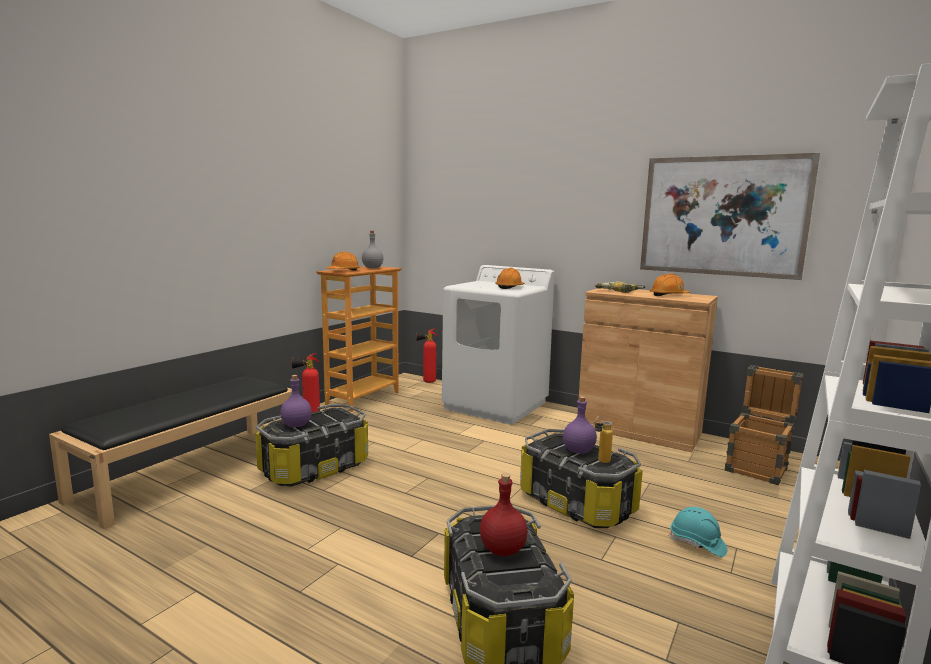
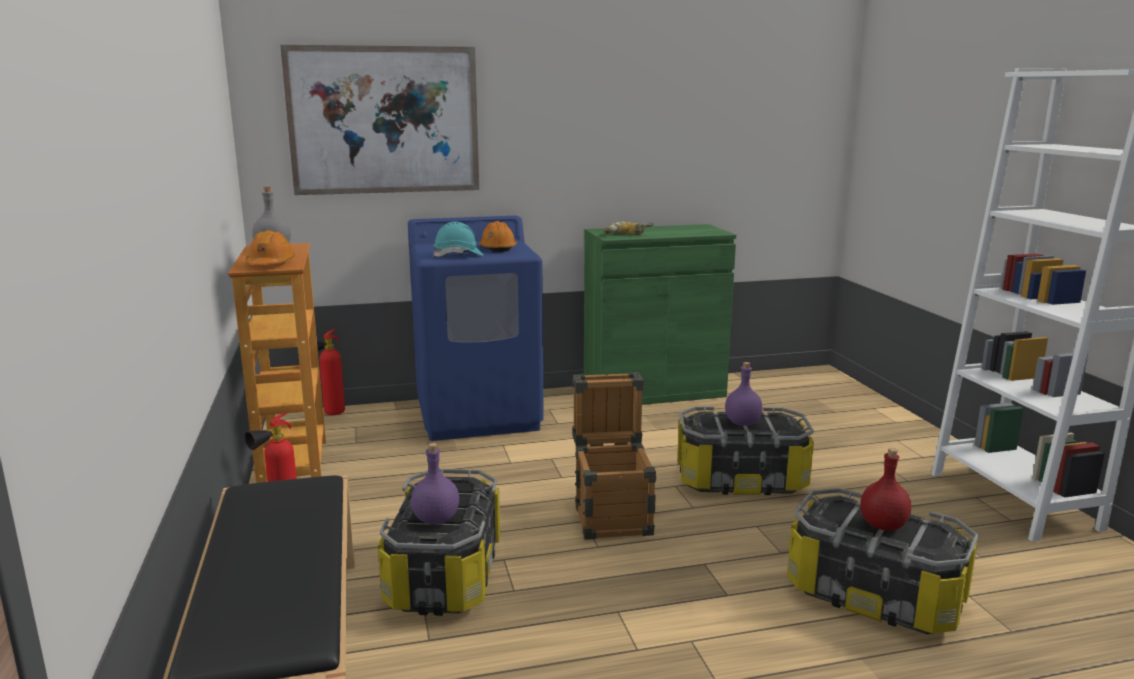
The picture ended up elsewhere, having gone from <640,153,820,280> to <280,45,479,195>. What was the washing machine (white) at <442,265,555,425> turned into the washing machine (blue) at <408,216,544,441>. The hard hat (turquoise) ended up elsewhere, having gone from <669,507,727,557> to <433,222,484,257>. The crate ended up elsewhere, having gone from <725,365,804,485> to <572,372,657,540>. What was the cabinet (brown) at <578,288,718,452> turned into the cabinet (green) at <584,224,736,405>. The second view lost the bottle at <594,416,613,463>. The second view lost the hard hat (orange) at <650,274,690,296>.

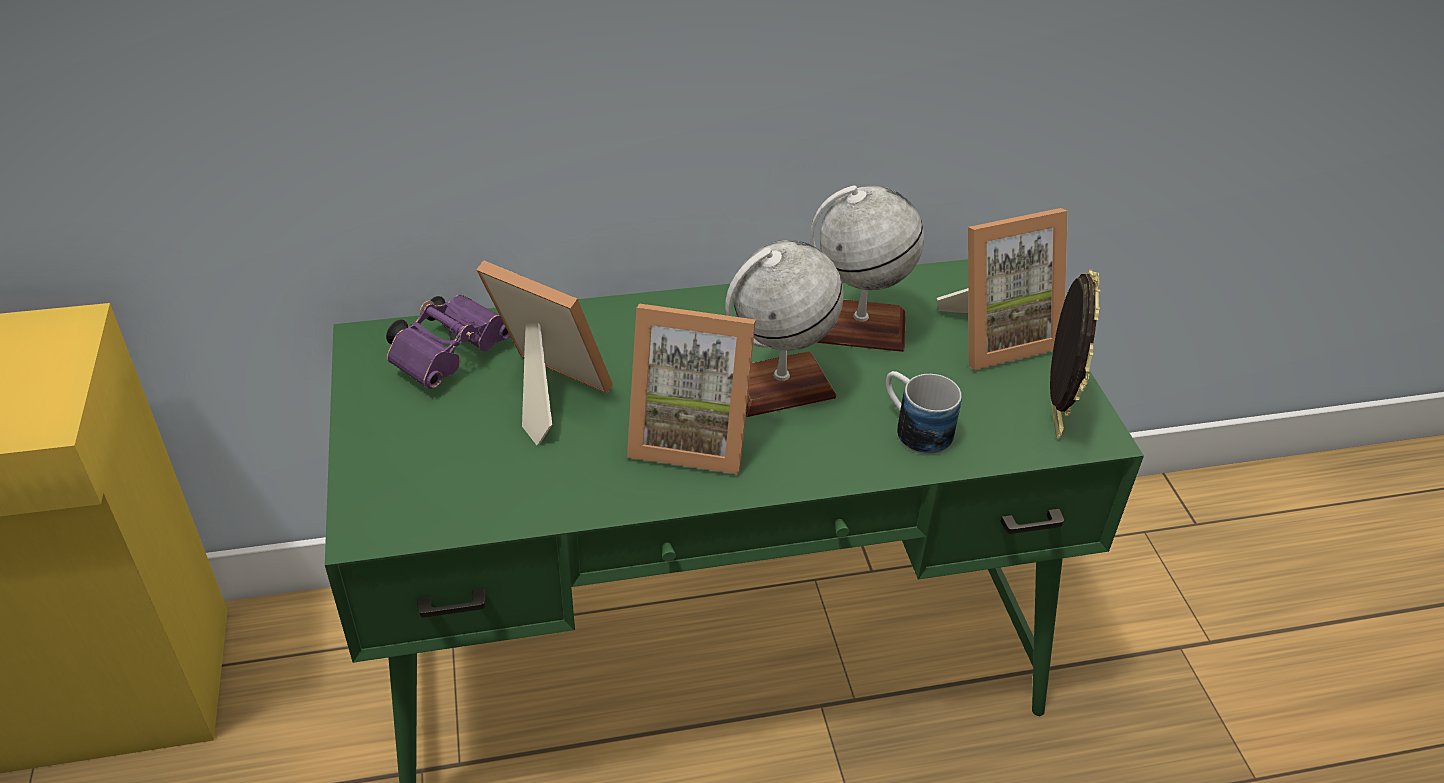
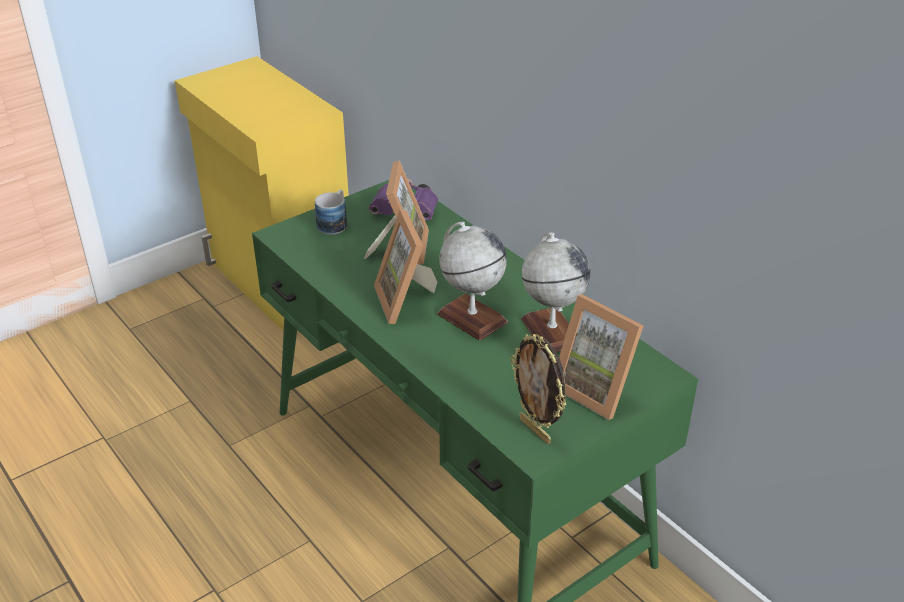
The mug ended up elsewhere, having gone from <886,371,962,454> to <315,189,347,235>. The picture frame at <1050,269,1100,439> ended up facing another way, 75 degrees clockwise from before.

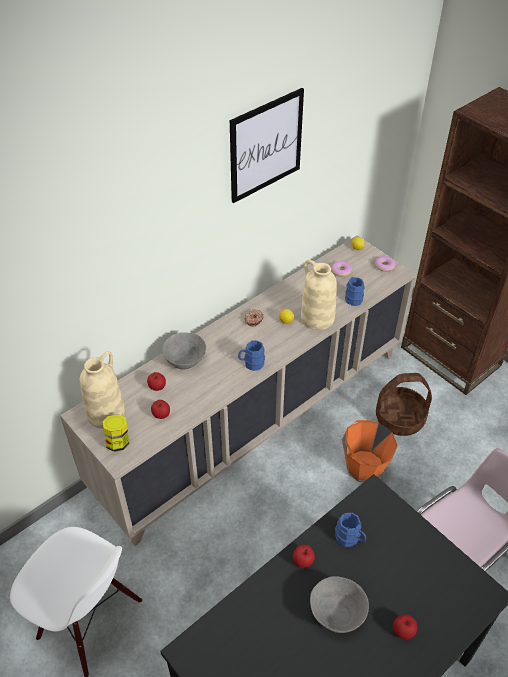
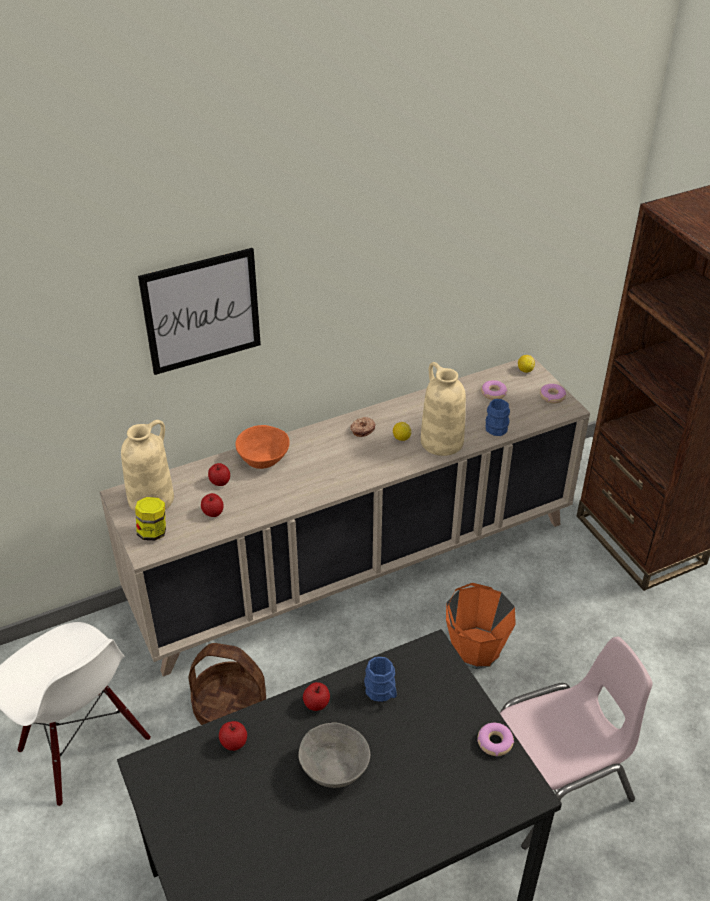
The picture ended up elsewhere, having gone from <230,88,304,203> to <138,248,261,375>. The basket ended up elsewhere, having gone from <376,373,432,436> to <188,643,266,725>. The apple ended up elsewhere, having gone from <393,614,417,640> to <219,721,247,751>. What was the bowl (grey) at <162,332,206,369> turned into the bowl (orange) at <235,425,290,469>. The second view gained the donut at <477,723,514,756>. The second view lost the mug (blue) at <238,340,265,371>.

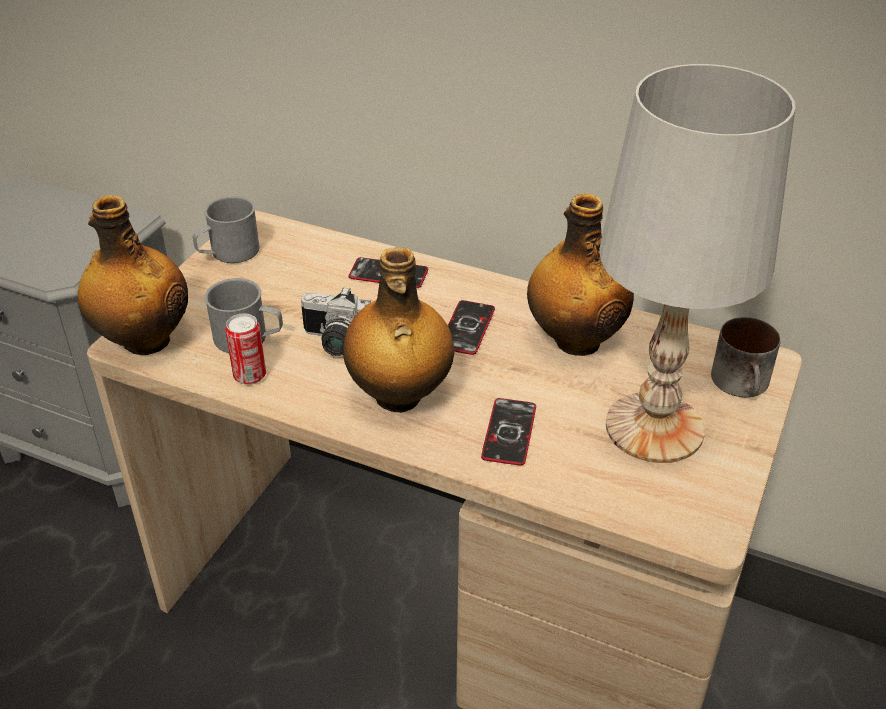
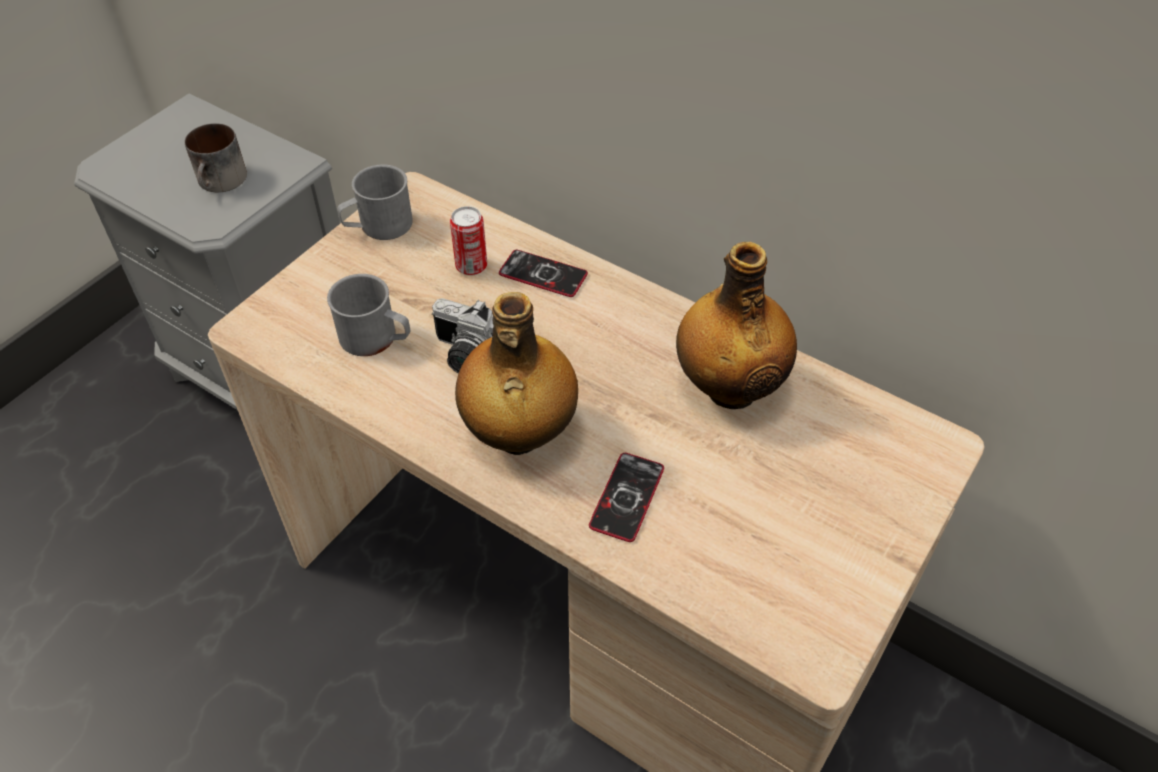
The mug ended up elsewhere, having gone from <711,317,781,397> to <185,123,247,192>. The can ended up elsewhere, having gone from <225,314,266,385> to <450,206,487,276>. The second view lost the bottle at <78,195,188,355>. The second view lost the phone at <448,300,495,355>. The second view lost the table lamp (white) at <599,64,795,463>.

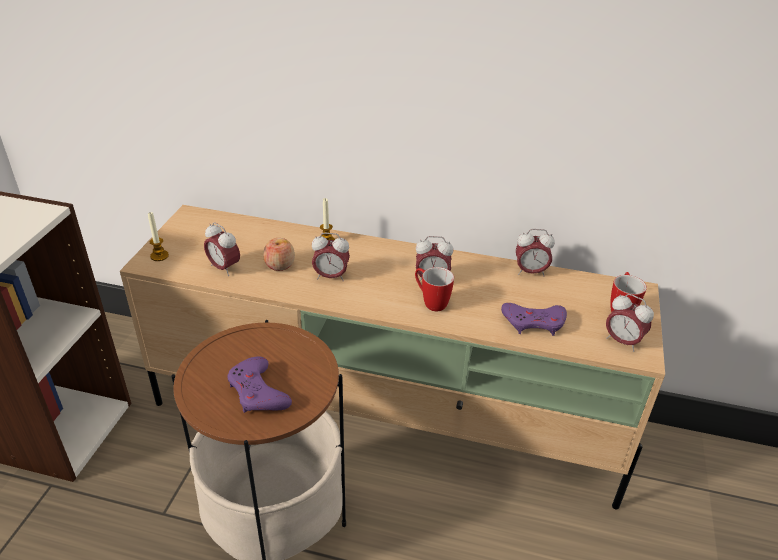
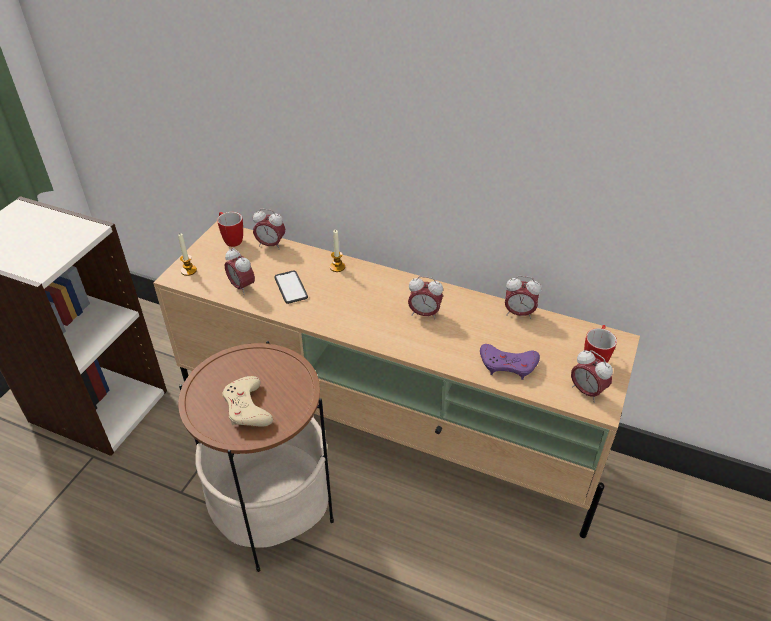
The mug ended up elsewhere, having gone from <415,267,454,311> to <217,212,243,247>. What was the game controller (purple) at <227,356,292,413> turned into the game controller (beige) at <223,376,273,427>. The alarm clock ended up elsewhere, having gone from <312,233,350,282> to <253,208,285,250>. Where the apple stood at <263,238,295,271>, the phone came to stand at <274,270,308,304>.

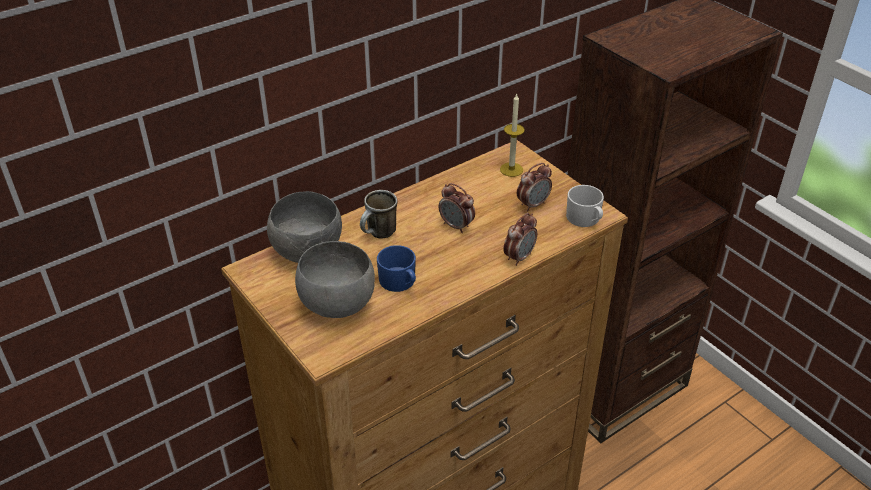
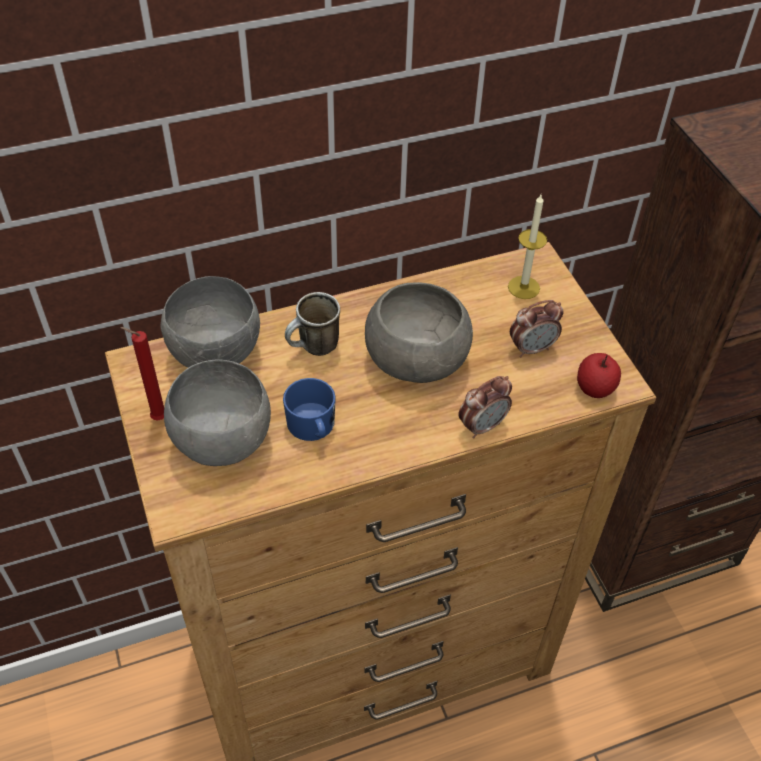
The second view gained the candle (red) at <120,327,164,421>. Where the alarm clock stood at <439,183,475,233>, the bowl (grey) came to stand at <365,282,473,383>. Where the mug (white) stood at <566,185,604,227>, the apple came to stand at <577,353,621,398>.

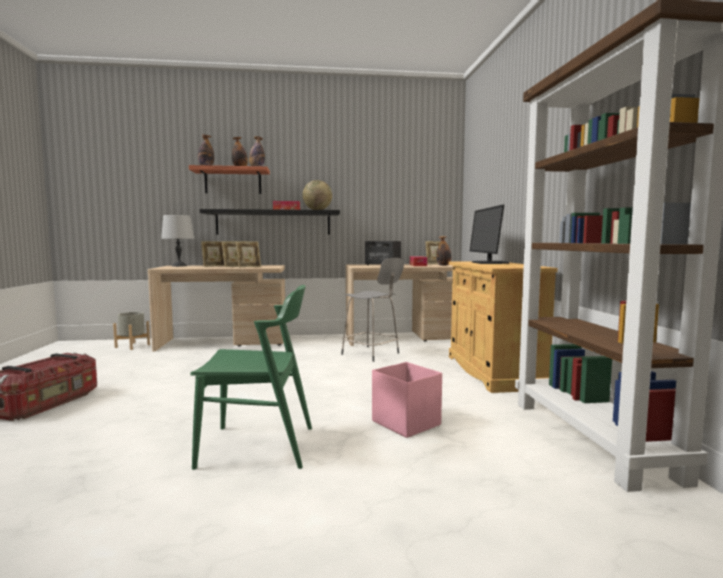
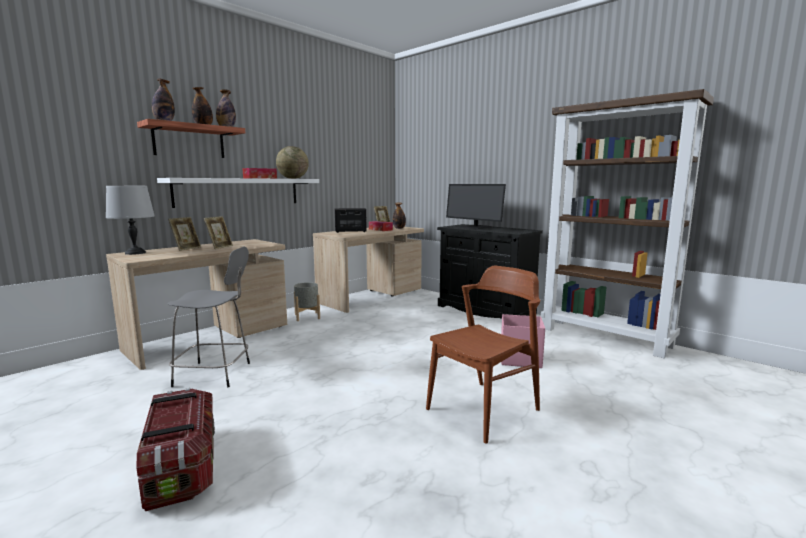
What was the shelf (black) at <200,209,340,235> turned into the shelf (white) at <157,178,319,208>. The stool (grey) ended up elsewhere, having gone from <341,258,404,362> to <168,246,250,387>. The planter (grey) ended up elsewhere, having gone from <113,312,150,350> to <294,282,320,321>. What was the chair (green) at <191,285,312,470> turned into the chair (brown) at <426,266,540,444>. What was the cabinet (beige) at <449,261,558,393> turned into the cabinet (black) at <437,224,543,319>. The second view lost the picture frame at <236,241,261,268>.

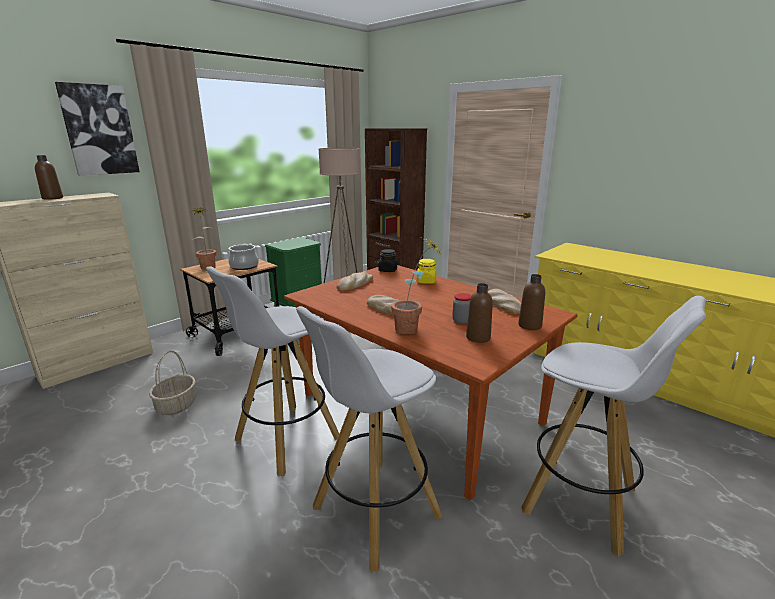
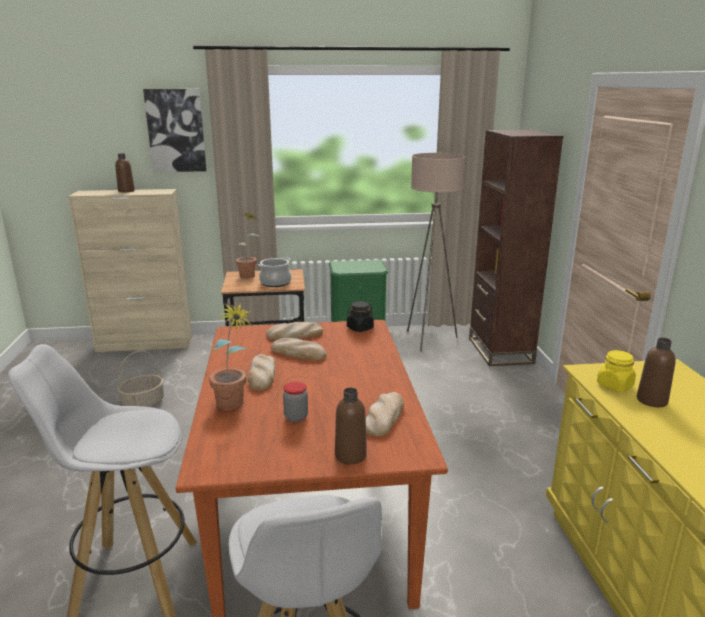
The second view gained the bread at <271,338,327,361>. The jar (yellow) ended up elsewhere, having gone from <417,259,436,284> to <597,350,636,392>. The bottle (brown) ended up elsewhere, having gone from <466,283,493,343> to <637,338,676,407>. The second view lost the stool (white) at <206,266,339,477>.

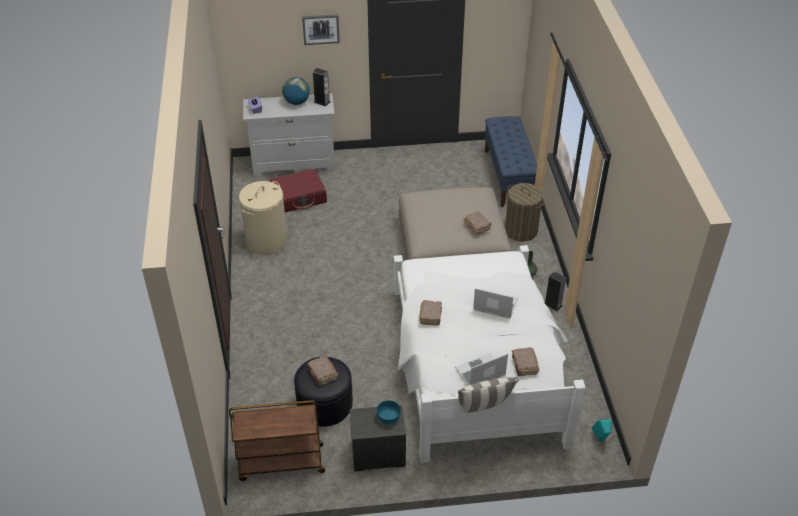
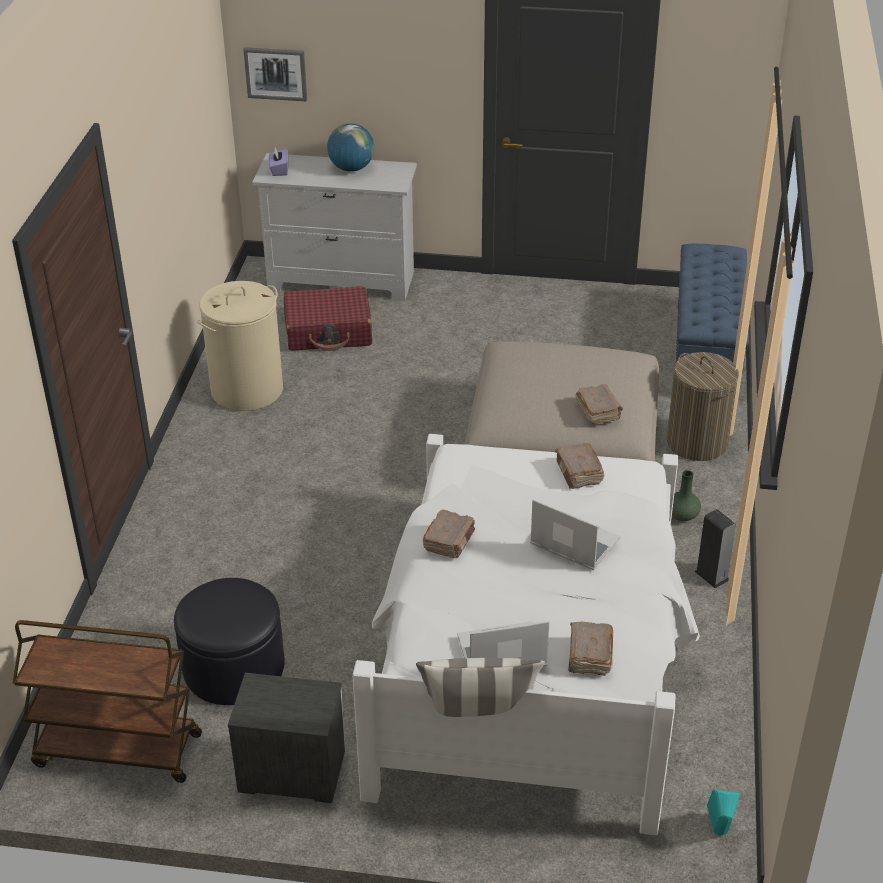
The picture ended up elsewhere, having gone from <302,14,340,45> to <243,47,307,101>. The book (brown) ended up elsewhere, having gone from <307,355,338,386> to <555,443,604,489>. The second view lost the speaker at <313,68,331,107>. The second view lost the bowl (turquoise) at <376,400,401,424>.

